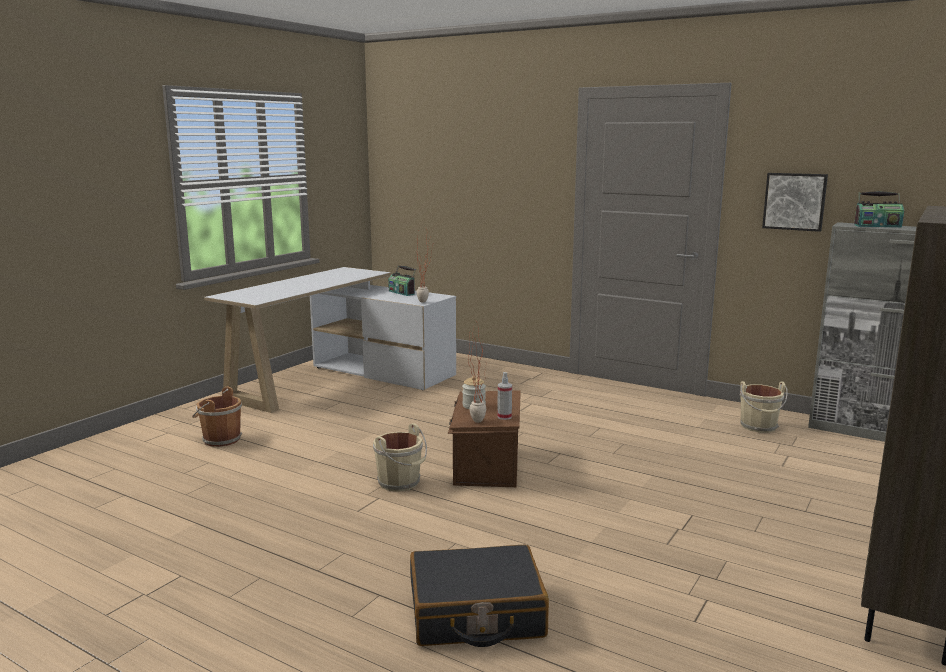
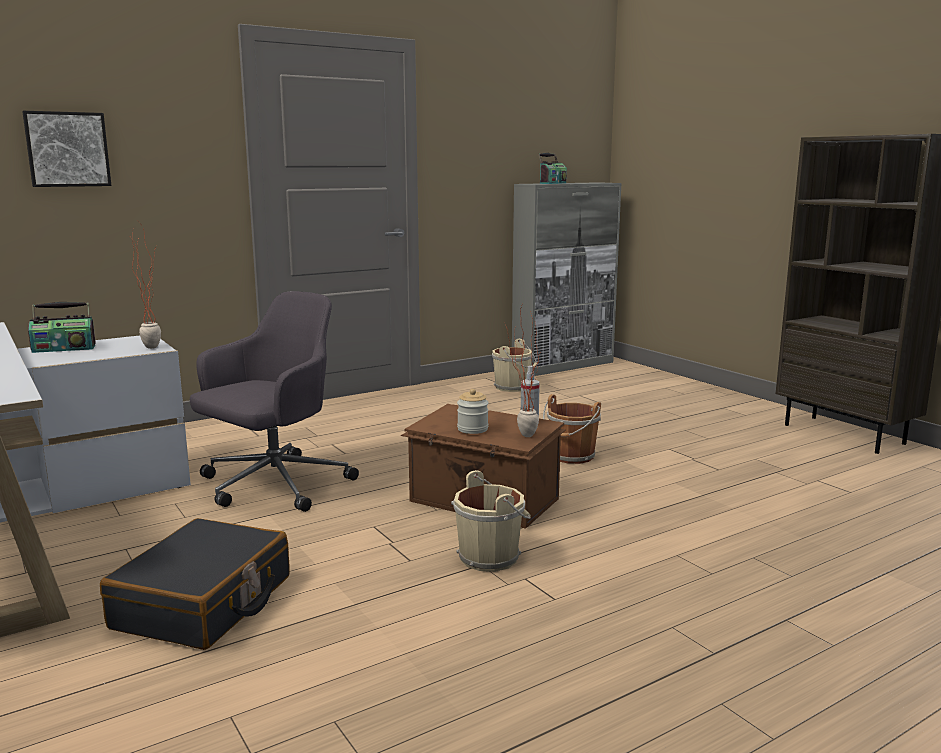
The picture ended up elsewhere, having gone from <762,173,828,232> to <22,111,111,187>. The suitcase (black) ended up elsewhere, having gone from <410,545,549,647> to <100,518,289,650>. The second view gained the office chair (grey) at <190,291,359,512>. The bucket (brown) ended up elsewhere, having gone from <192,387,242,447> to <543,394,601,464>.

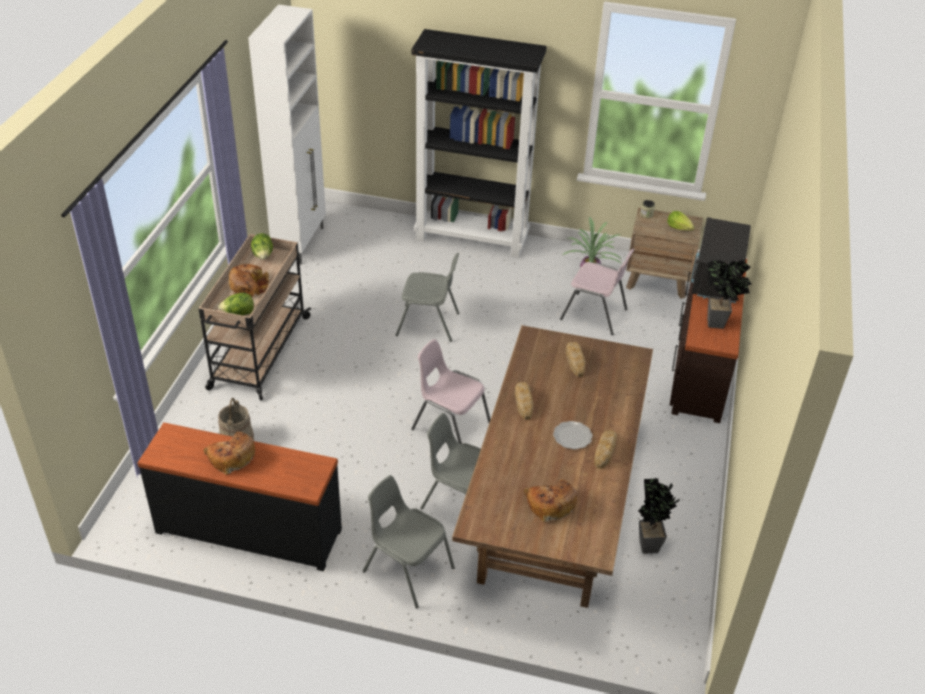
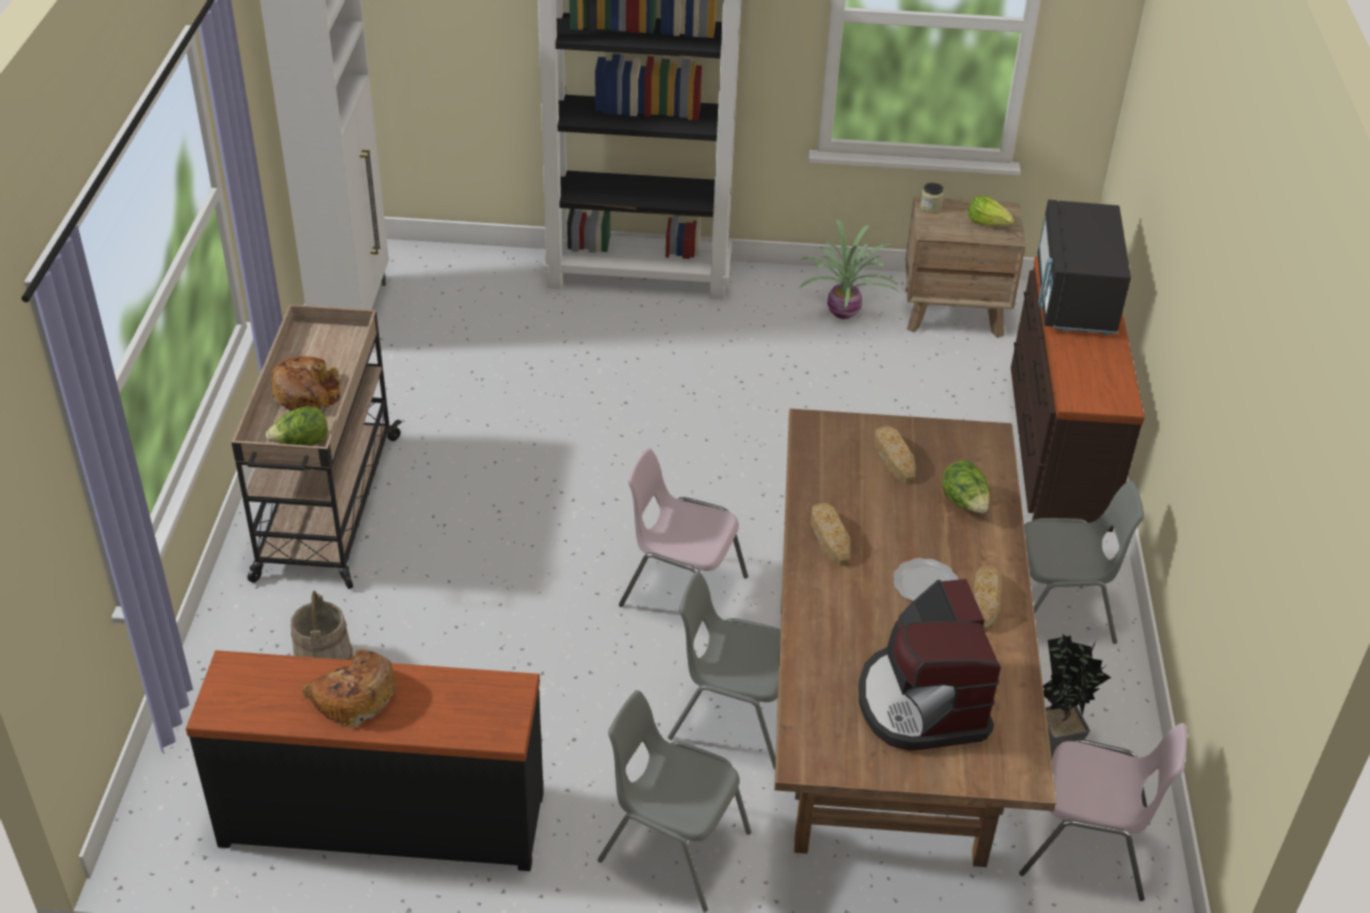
Where the bread stood at <524,479,577,522>, the coffee machine came to stand at <859,579,1001,750>. The lettuce ended up elsewhere, having gone from <251,233,273,260> to <942,460,990,513>. The chair (pink) ended up elsewhere, having gone from <560,249,634,335> to <1019,723,1187,901>. The chair (grey) ended up elsewhere, having gone from <396,253,459,342> to <1024,481,1144,644>. The second view lost the potted plant at <707,259,751,329>.

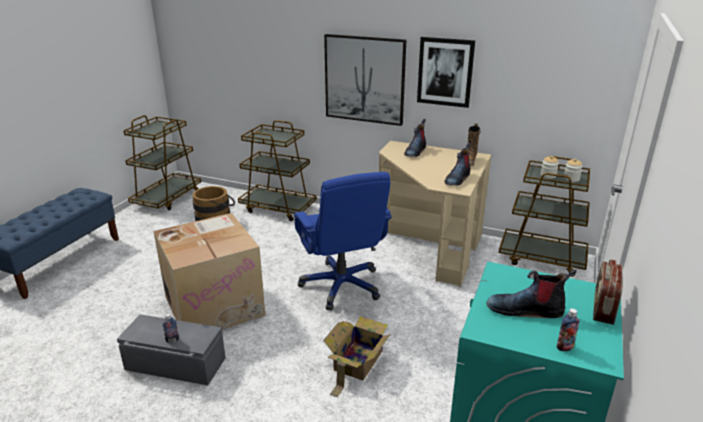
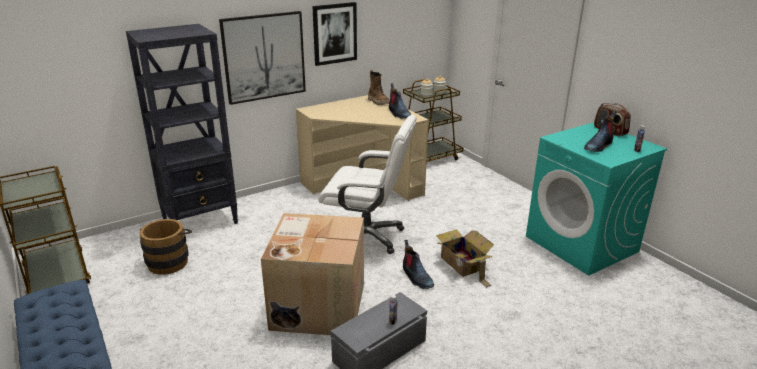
Where the cart (brown) stood at <238,120,317,221>, the bookcase (black) came to stand at <126,24,238,224>. What was the office chair (blue) at <294,172,392,310> turned into the office chair (white) at <318,115,416,254>. The boot ended up elsewhere, having gone from <404,119,426,157> to <403,240,434,289>.

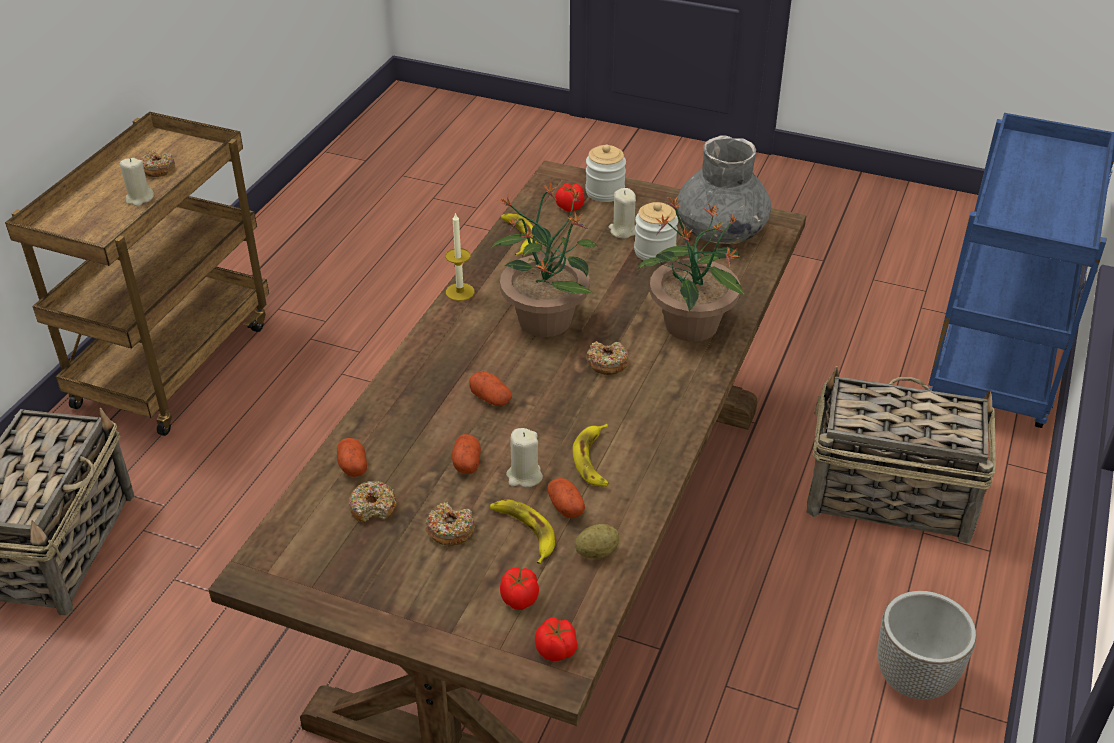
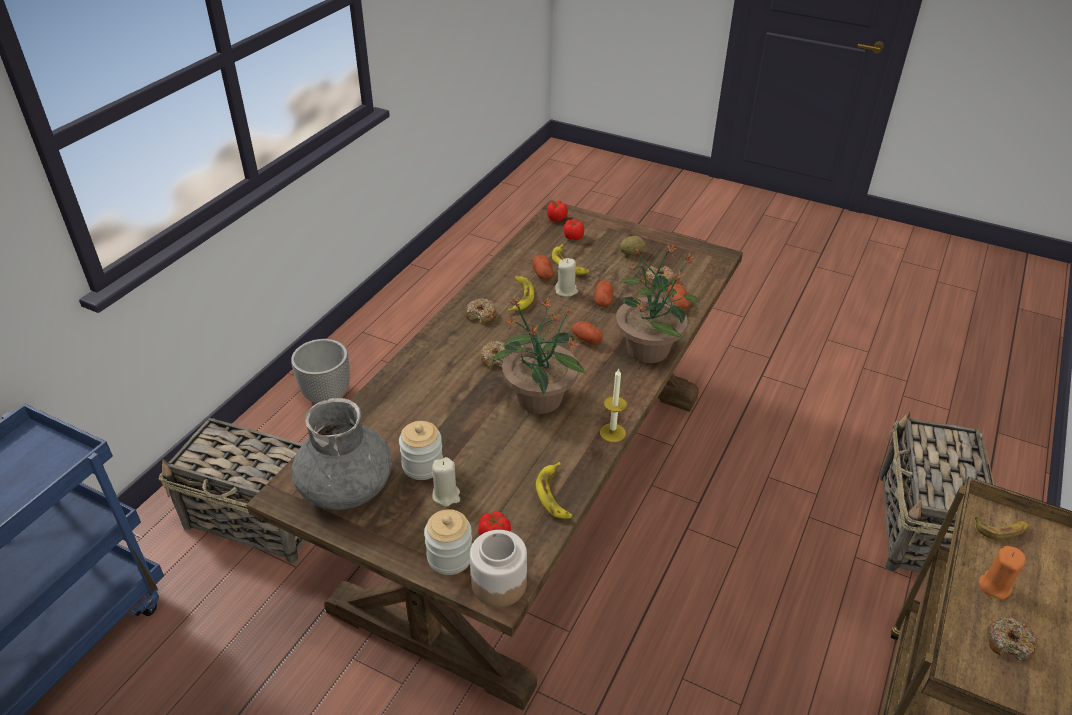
The donut ended up elsewhere, having gone from <425,502,475,546> to <466,299,496,323>. The second view gained the jar at <470,530,527,607>. The potted plant ended up elsewhere, having gone from <638,195,745,342> to <616,243,700,363>. The potato ended up elsewhere, having gone from <575,524,620,559> to <620,236,645,255>. The second view gained the banana at <975,516,1029,540>. What was the candle (beige) at <120,158,154,206> turned into the candle (orange) at <979,546,1026,600>.

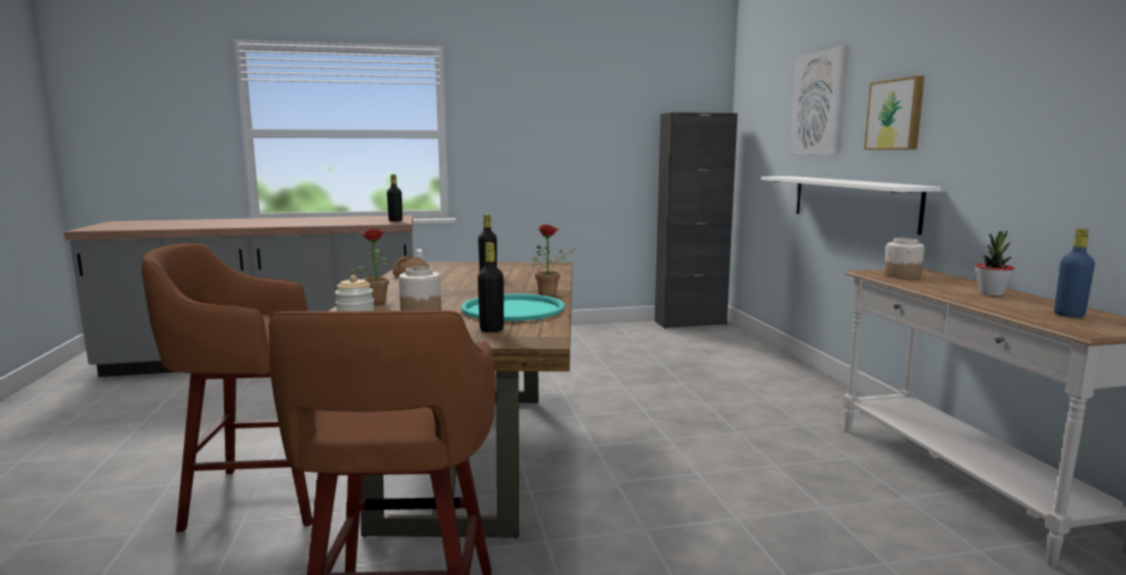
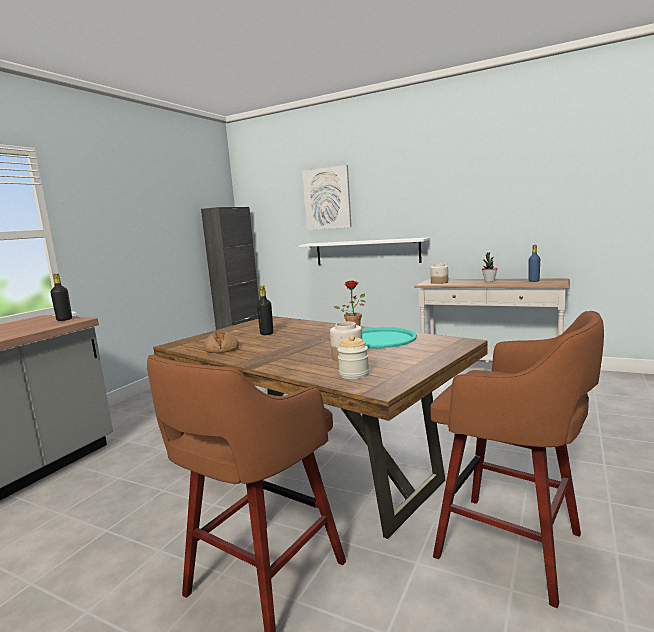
The second view lost the potted plant at <349,229,390,304>. The second view lost the bottle (black) at <478,242,504,332>. The second view lost the picture at <864,76,925,150>.

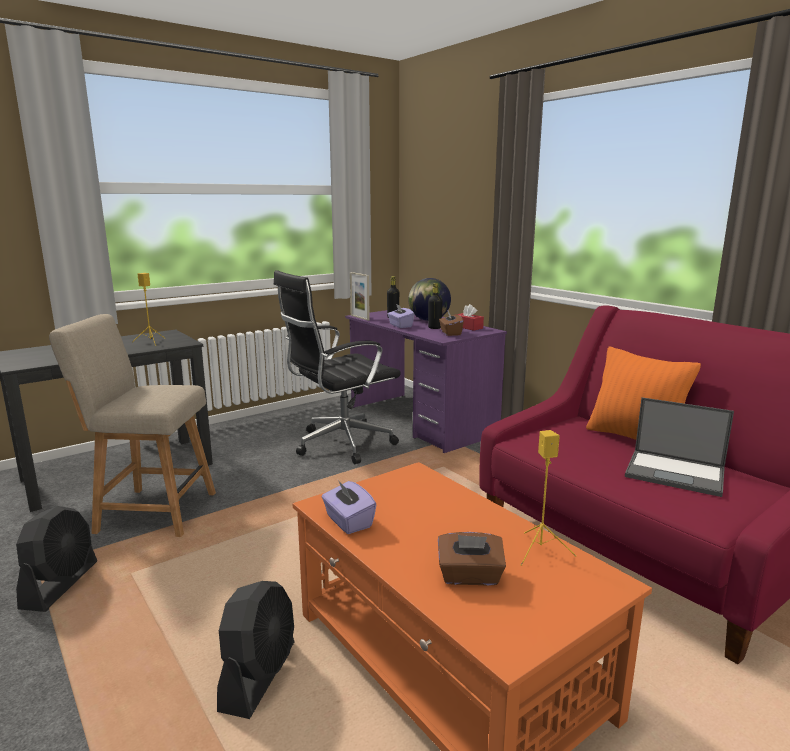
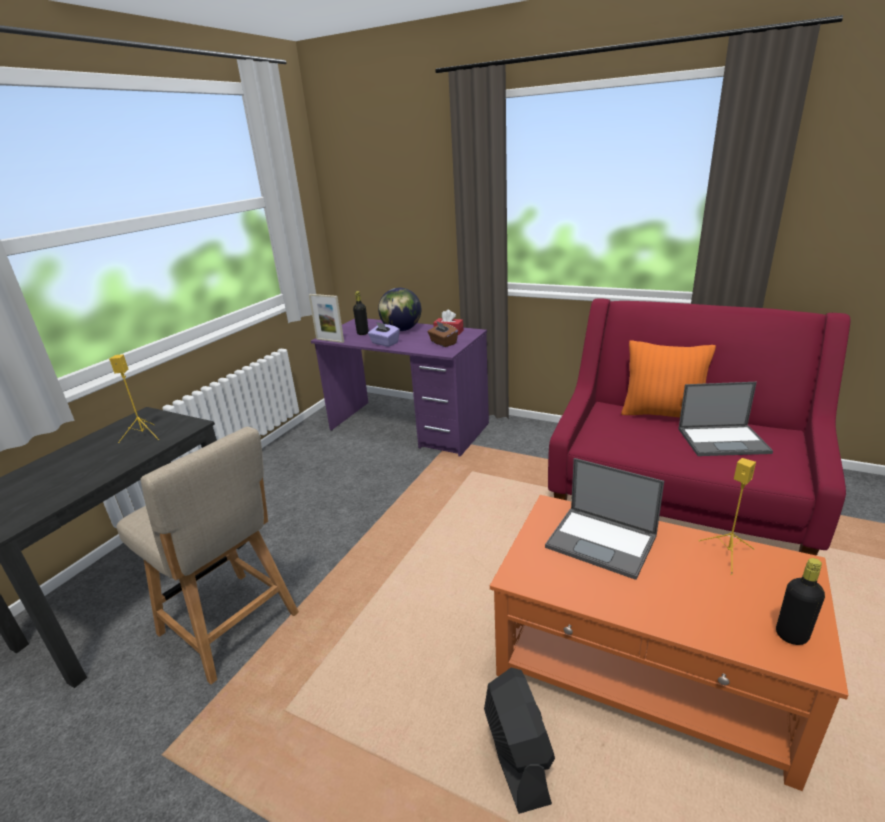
The chair (beige) at <49,314,216,537> ended up facing another way, 120 degrees counterclockwise from before. The second view gained the laptop at <545,458,664,580>. The bottle (black) ended up elsewhere, having gone from <428,283,442,329> to <776,558,825,645>. The second view lost the fan (black) at <16,506,97,612>. The second view lost the office chair (black) at <274,270,401,464>. The second view lost the tissue box (purple) at <322,480,376,534>. The second view lost the tissue box (brown) at <438,532,506,586>.

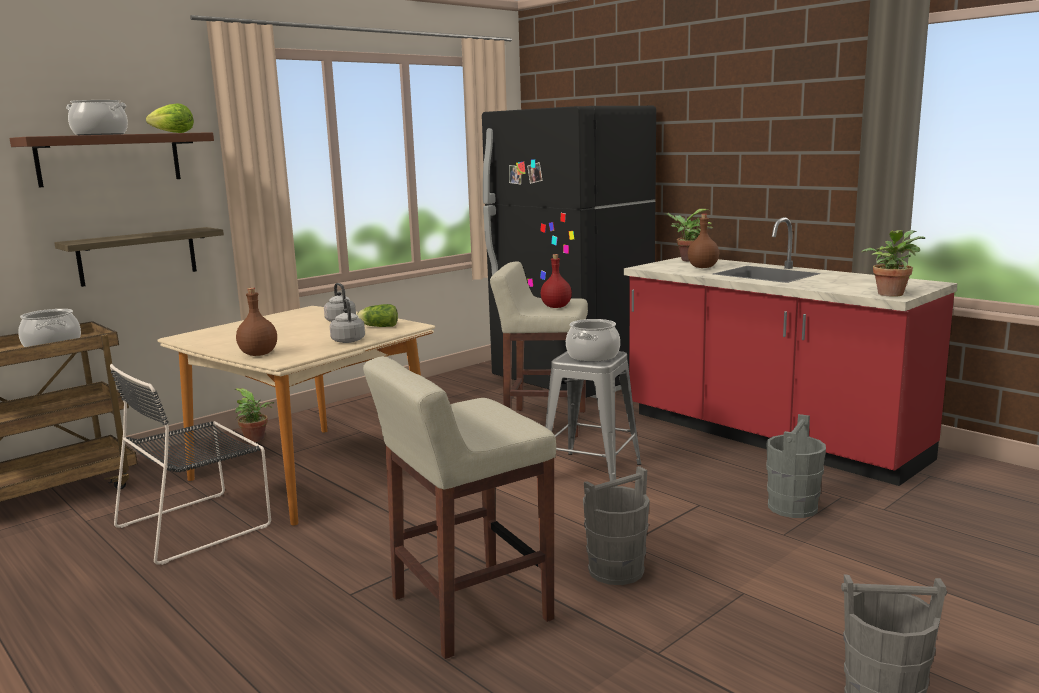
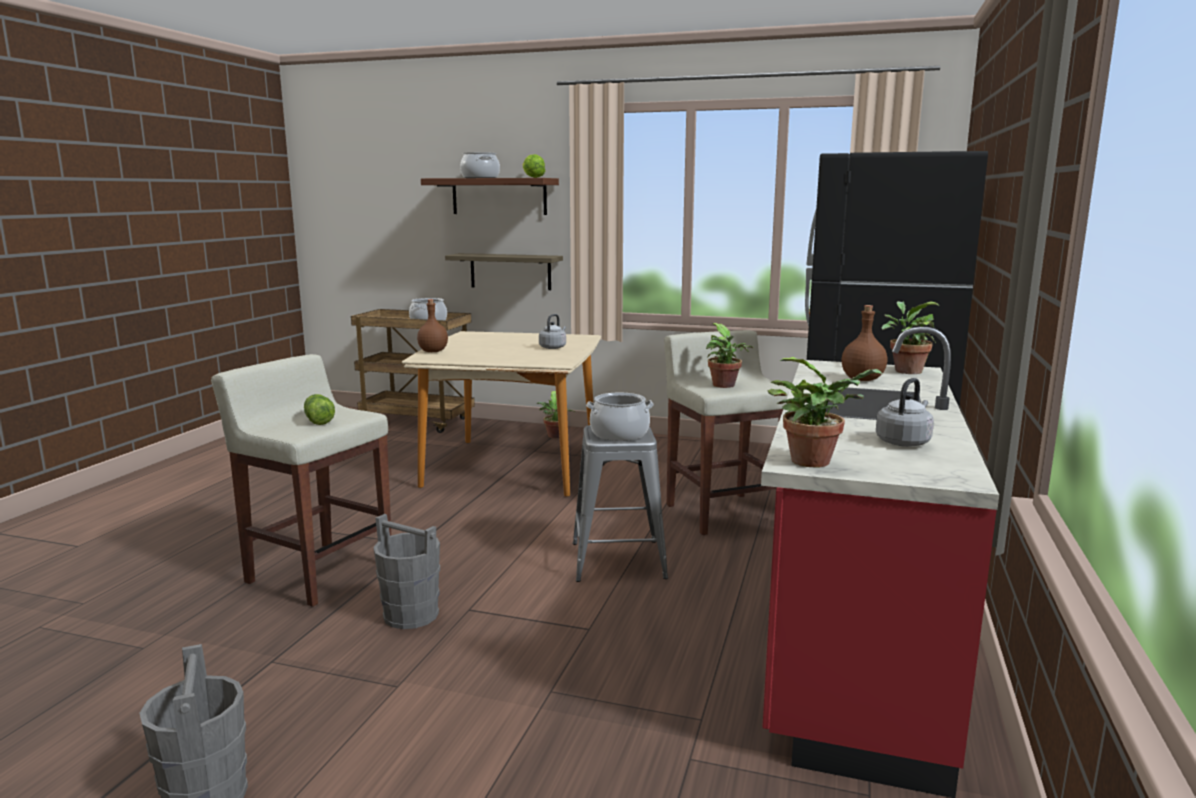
The lettuce ended up elsewhere, having gone from <357,304,398,327> to <304,394,335,425>. Where the bottle (red) stood at <541,254,572,308>, the potted plant came to stand at <706,323,754,388>. The kettle (grey) ended up elsewhere, having gone from <330,299,365,343> to <876,378,934,447>. The second view lost the chair (black) at <110,364,271,565>. The second view lost the bucket (grey) at <766,414,826,518>.

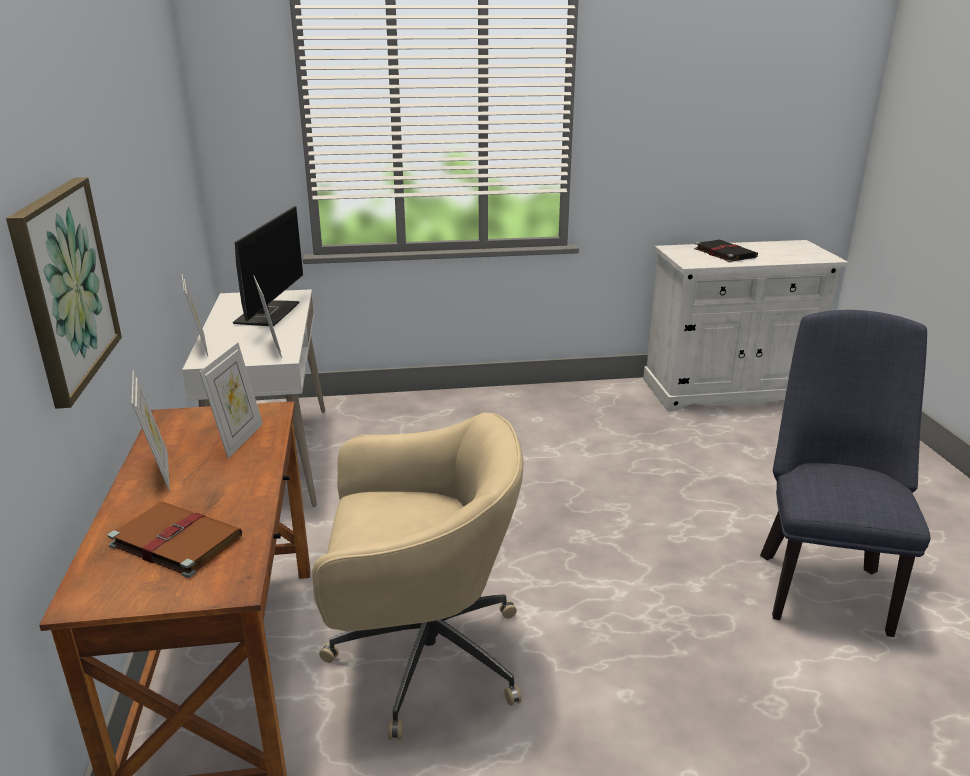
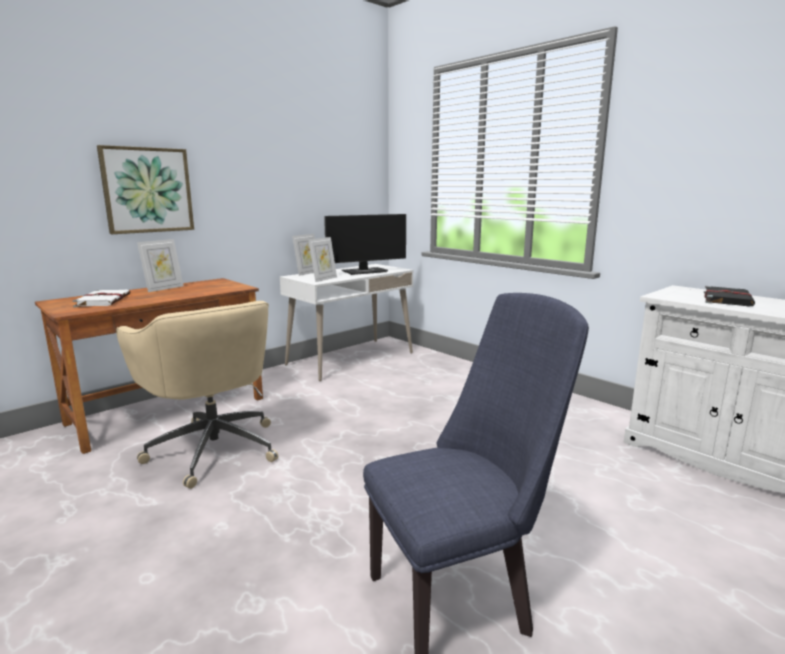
What was the book (brown) at <107,502,242,578> turned into the book (white) at <72,290,130,307>. The second view lost the picture frame at <199,342,263,459>.

